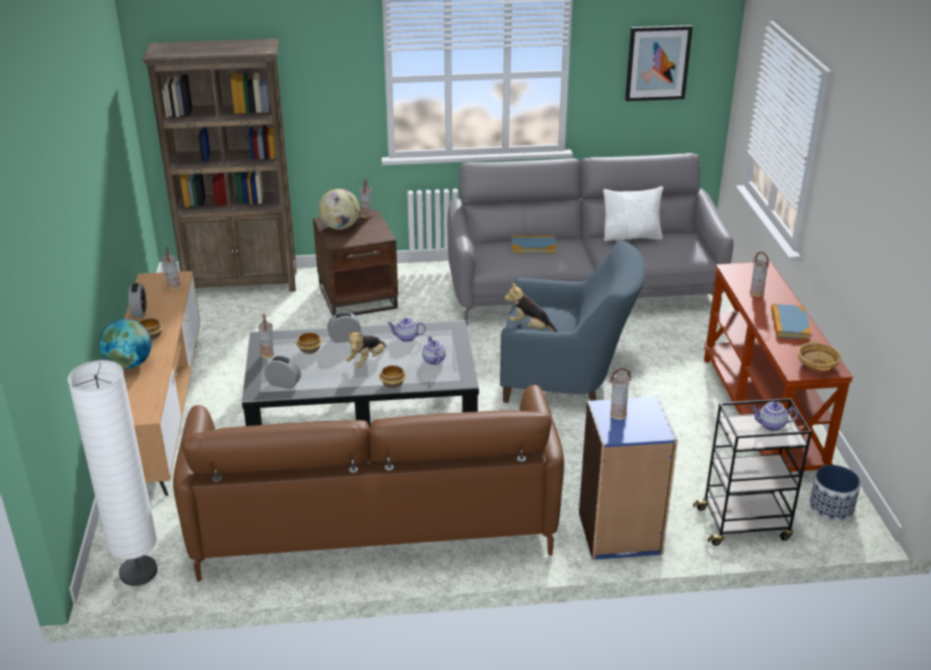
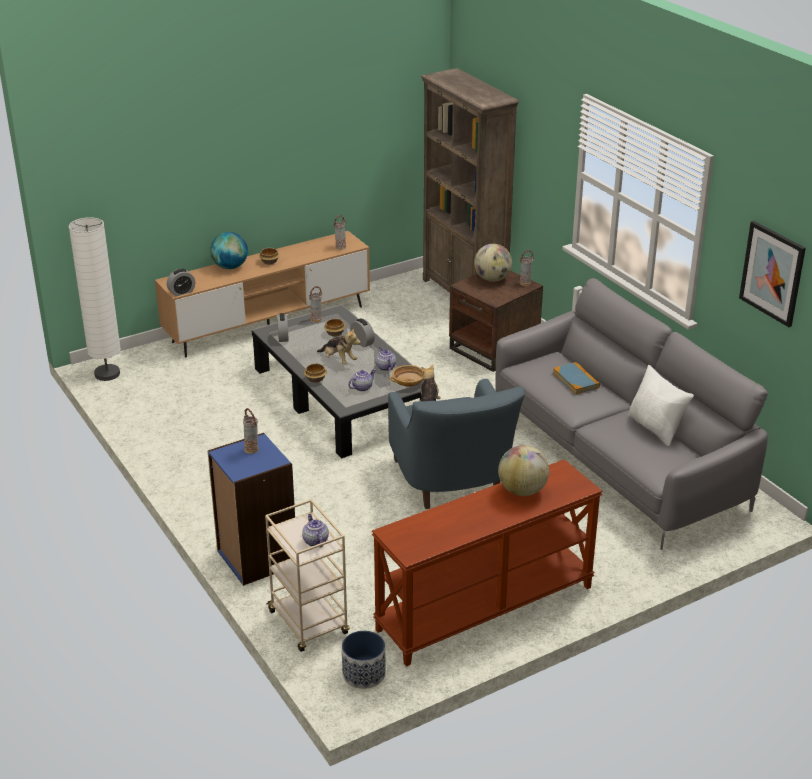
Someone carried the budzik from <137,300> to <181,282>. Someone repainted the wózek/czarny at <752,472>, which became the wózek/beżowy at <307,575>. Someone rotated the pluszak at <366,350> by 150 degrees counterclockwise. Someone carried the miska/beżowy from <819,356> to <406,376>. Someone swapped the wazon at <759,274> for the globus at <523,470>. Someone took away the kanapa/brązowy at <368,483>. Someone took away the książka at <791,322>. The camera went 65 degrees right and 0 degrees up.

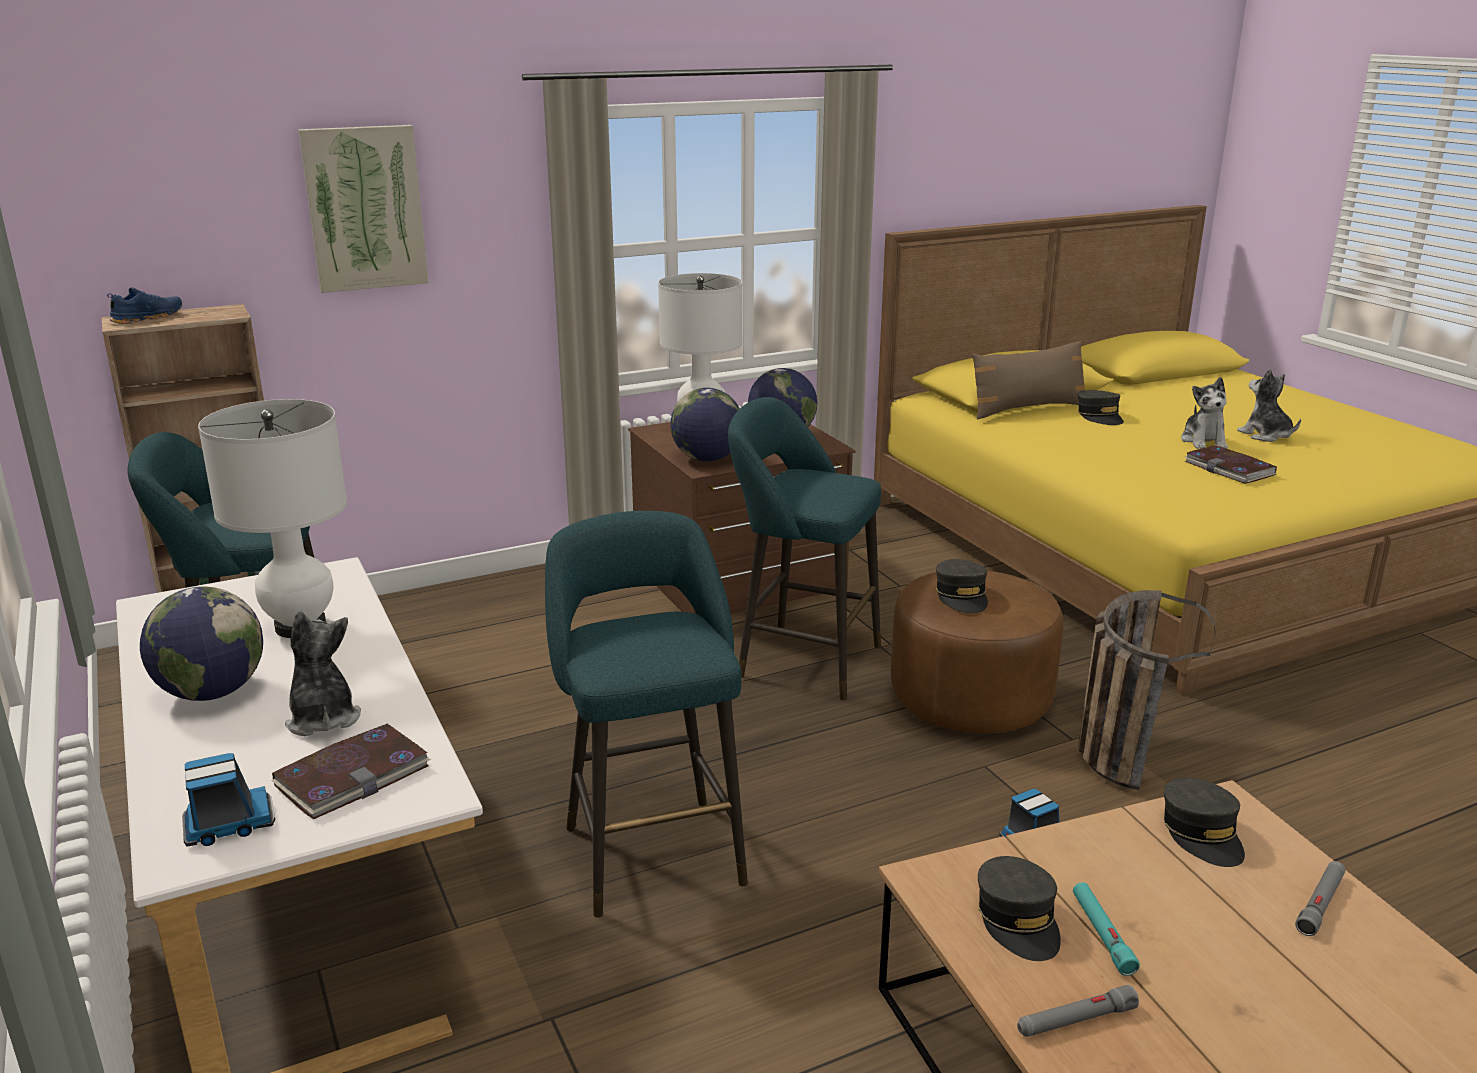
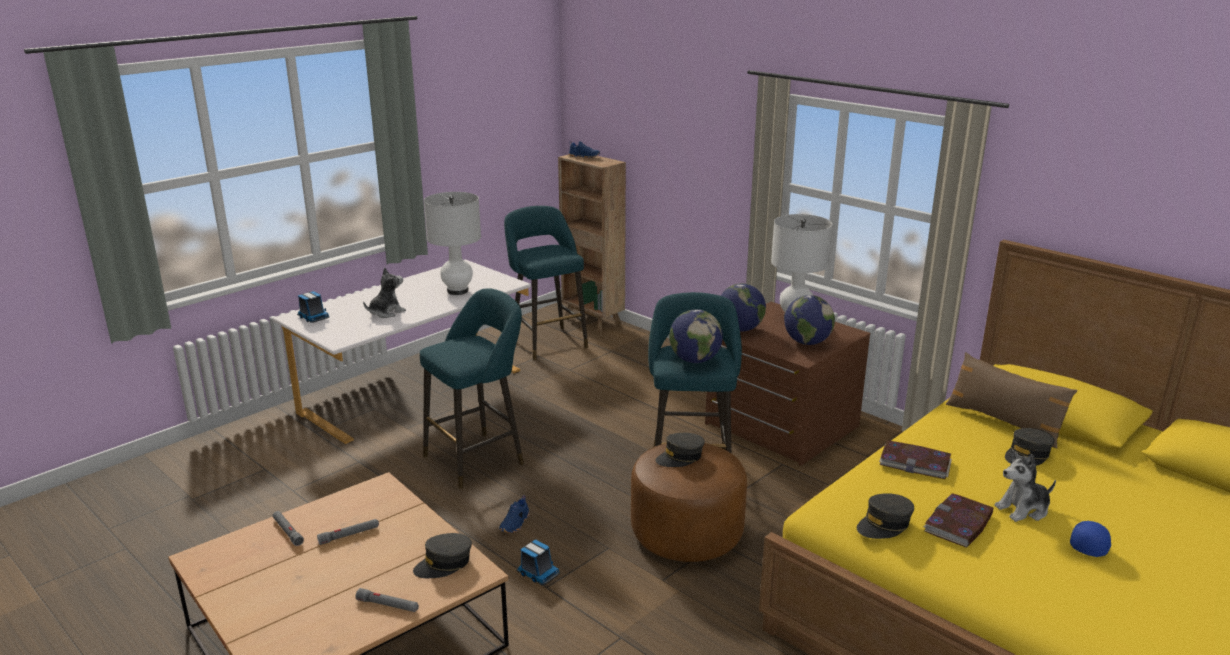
Someone repainted the latarka/turkusowy at <1106,929>, which became the latarka/szary at <348,532>. Someone put down the but/niebieski at <514,514>. Someone carried the globus from <201,643> to <696,336>. Someone carried the czapka z daszkiem/szary from <1019,908> to <885,516>. Someone carried the książka from <351,771> to <915,459>. Someone swapped the pluszak at <1269,405> for the czapka z daszkiem/niebieski at <1090,539>. Someone took away the obraz at <363,209>. Someone took away the koszyk at <1147,690>. The camera went 70 degrees right and 0 degrees up.

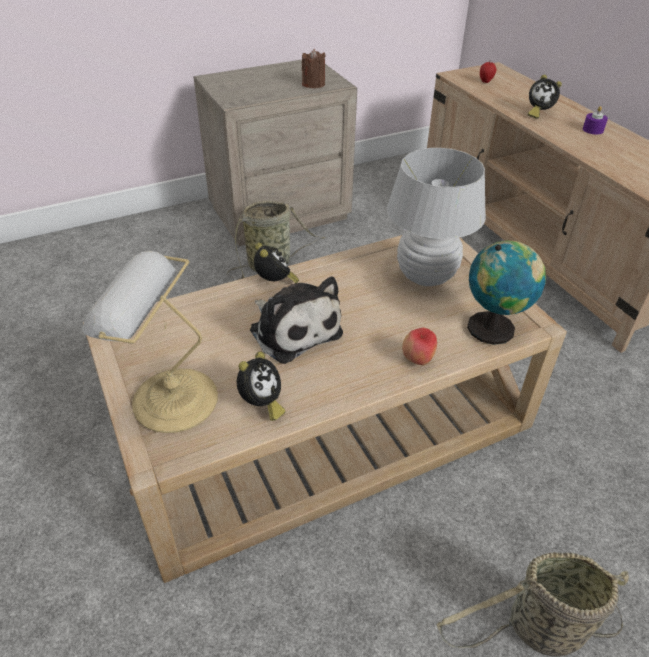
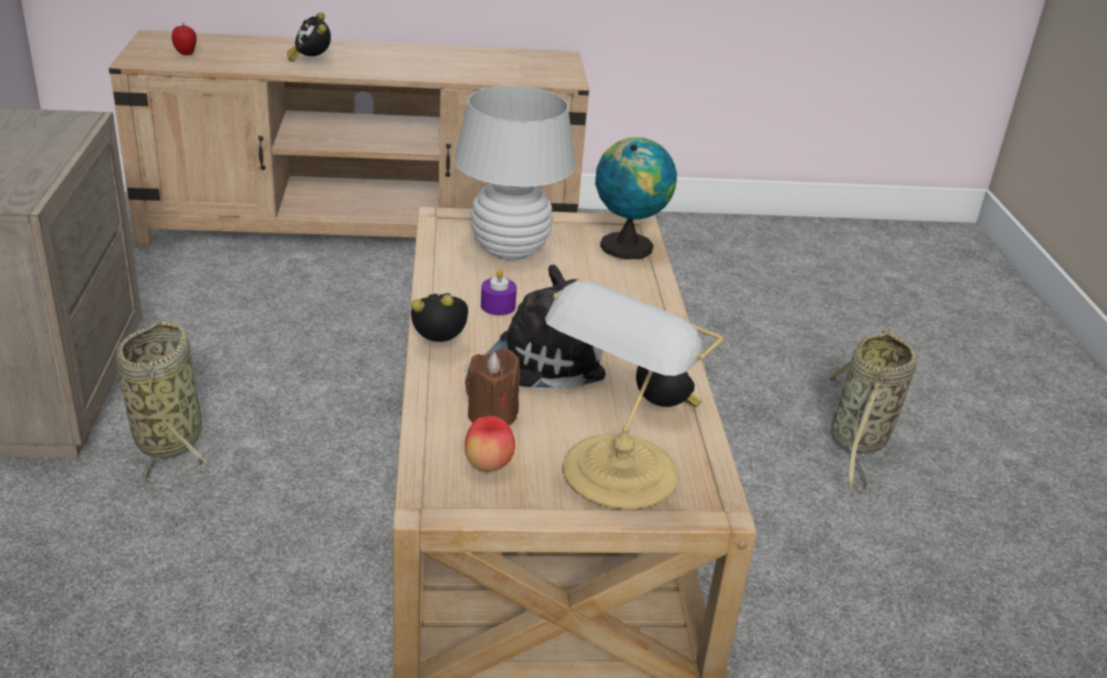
Someone rotated the budzik at <545,97> by 120 degrees clockwise. Someone carried the świeca/brązowy from <314,68> to <492,387>. Someone carried the jabłko from <419,346> to <490,444>. Someone carried the świeca/fioletowy from <595,120> to <499,292>. The camera went 70 degrees left and 10 degrees down.

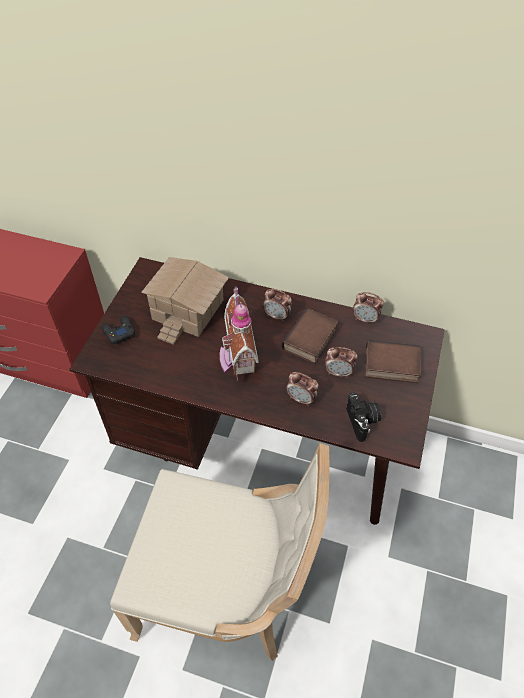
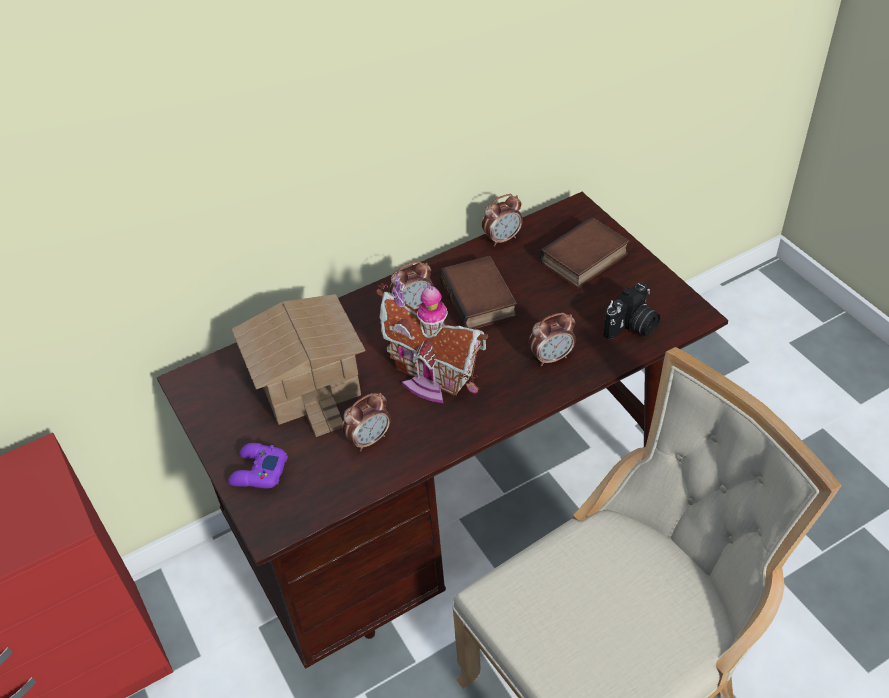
Someone repainted the pad do gier/czarny at <118,330>, which became the pad do gier/fioletowy at <258,465>. Someone carried the budzik from <341,362> to <366,422>. Someone rotated the aparat fotograficzny at <363,417> by 105 degrees clockwise. The camera went 45 degrees left and 5 degrees down.

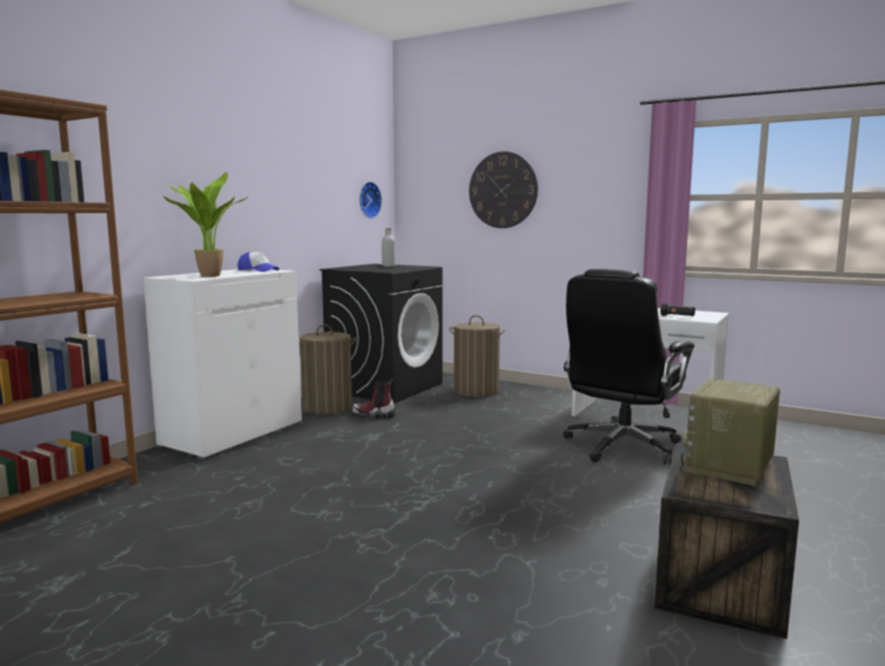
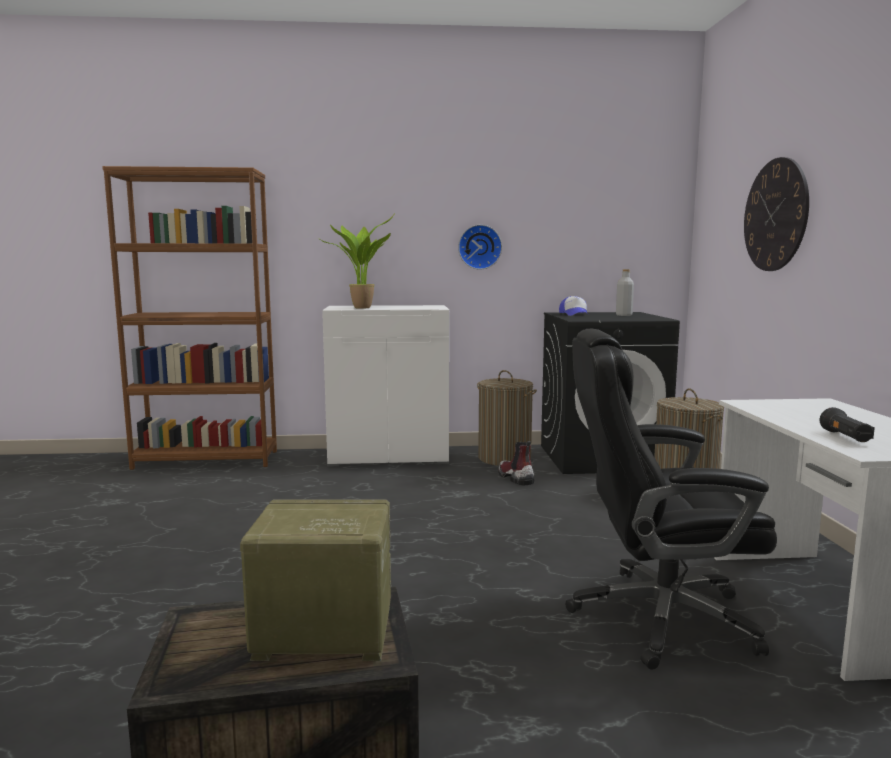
Someone carried the zegar ścienny from <370,200> to <480,247>. Someone carried the czapka z daszkiem from <258,262> to <574,306>. The camera went 55 degrees right and 0 degrees up.

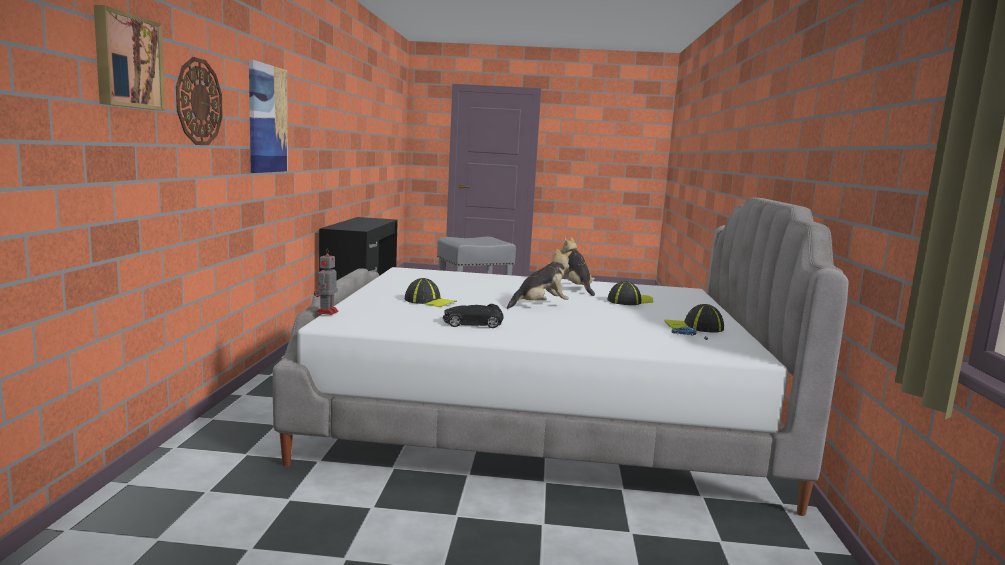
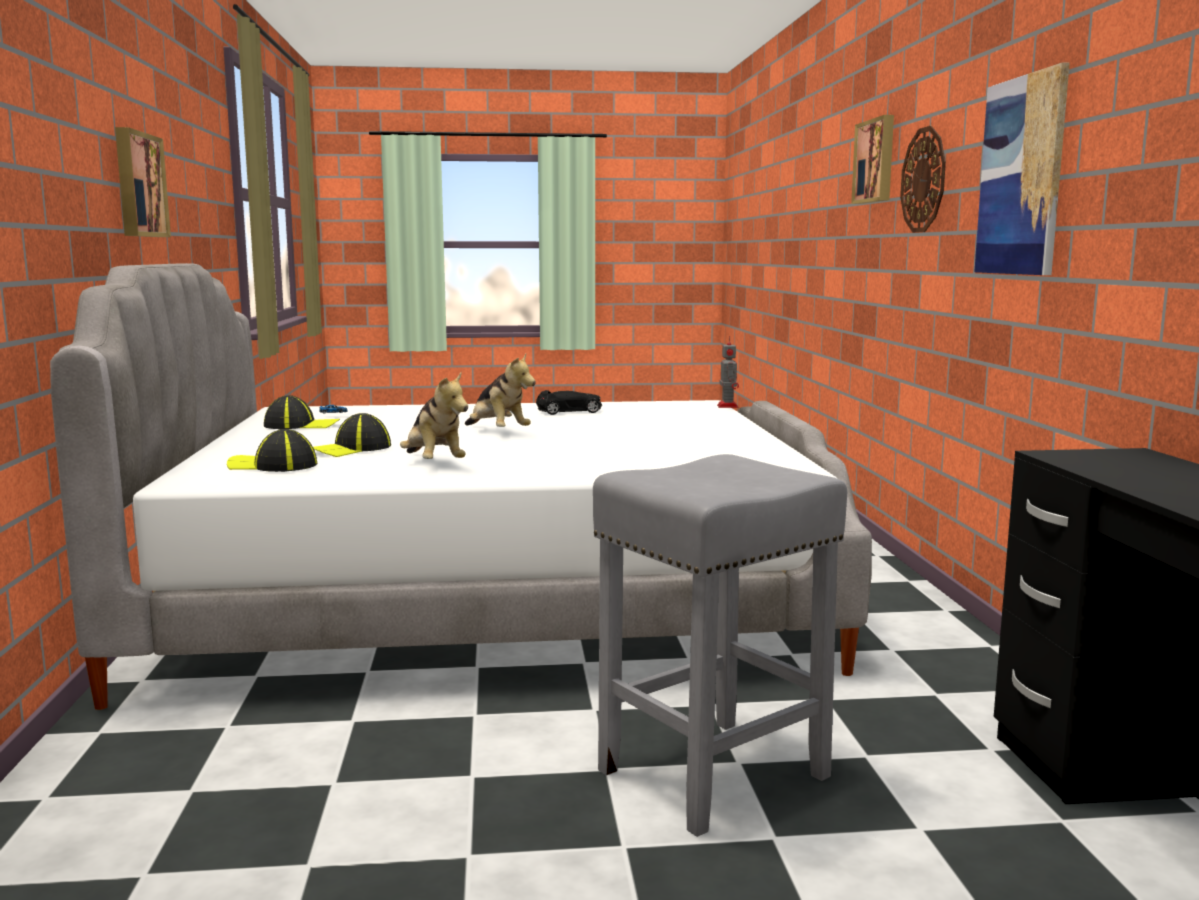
Someone put up the obraz at <143,182>. Someone carried the czapka z daszkiem from <431,292> to <272,450>. Someone rotated the pluszak at <539,278> by 90 degrees counterclockwise. The camera went 170 degrees right and 0 degrees up.

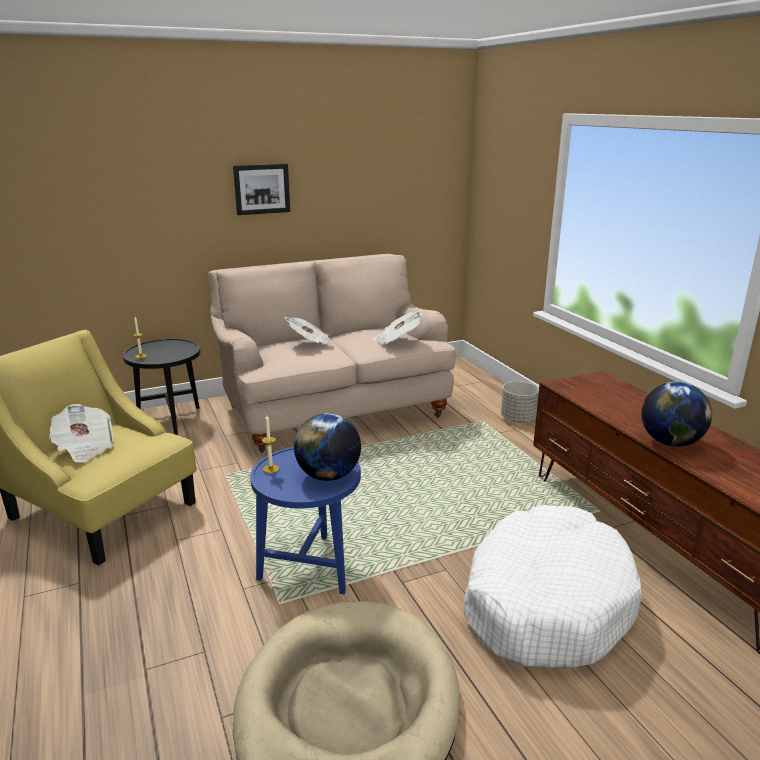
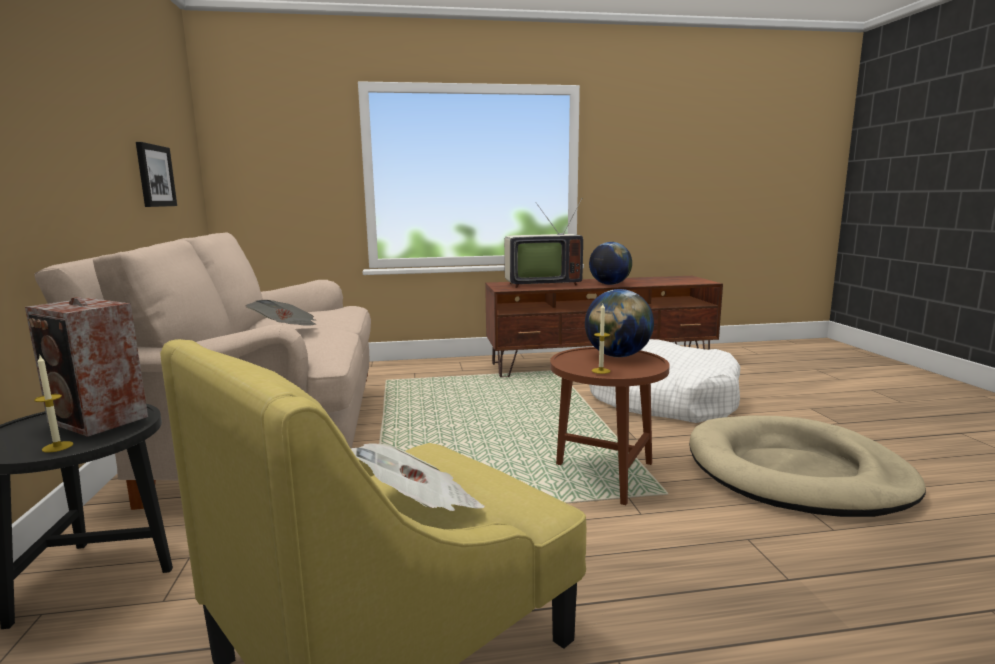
Someone put down the głośnik at <86,367>. Someone carried the obraz from <261,189> to <156,174>. Someone put down the telewizor at <543,243>. Someone repainted the stolik/niebieski at <305,520>, which became the stolik/brązowy at <610,426>. Someone took away the gazeta at <398,328>. Someone took away the donica/szary at <520,401>. The camera went 75 degrees left and 10 degrees down.

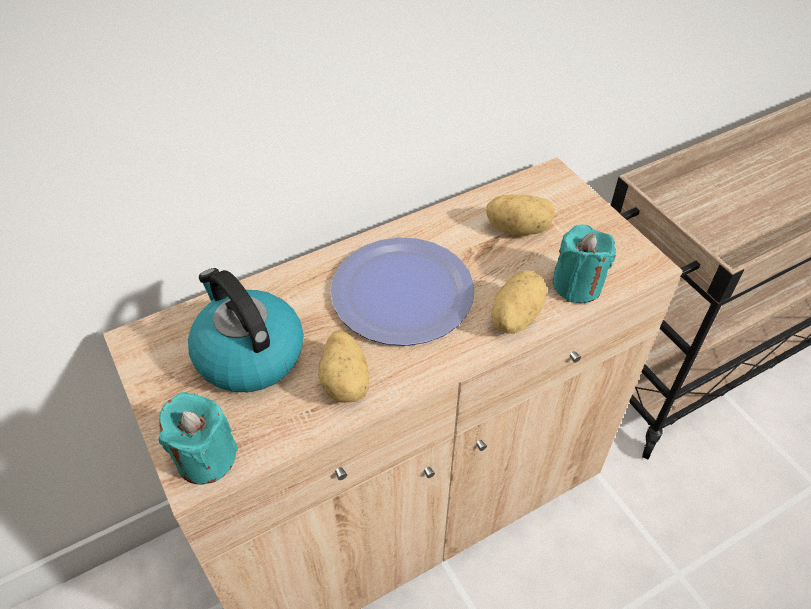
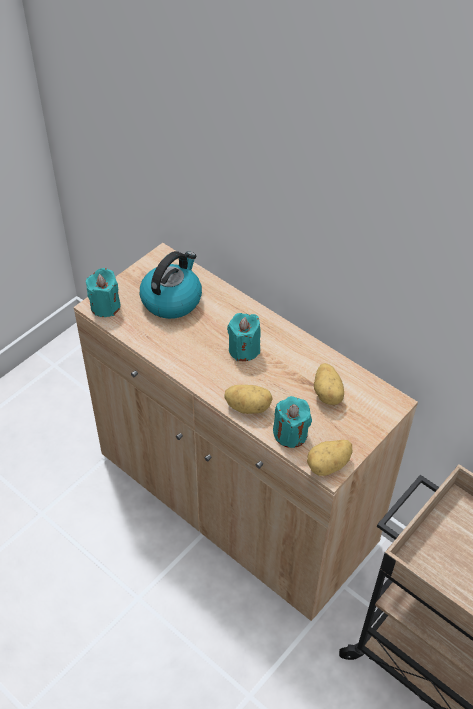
Someone swapped the talerz at <402,291> for the świeca/turkusowy at <244,337>. Someone carried the ziemniak from <343,366> to <330,458>. The camera went 70 degrees right and 0 degrees up.

